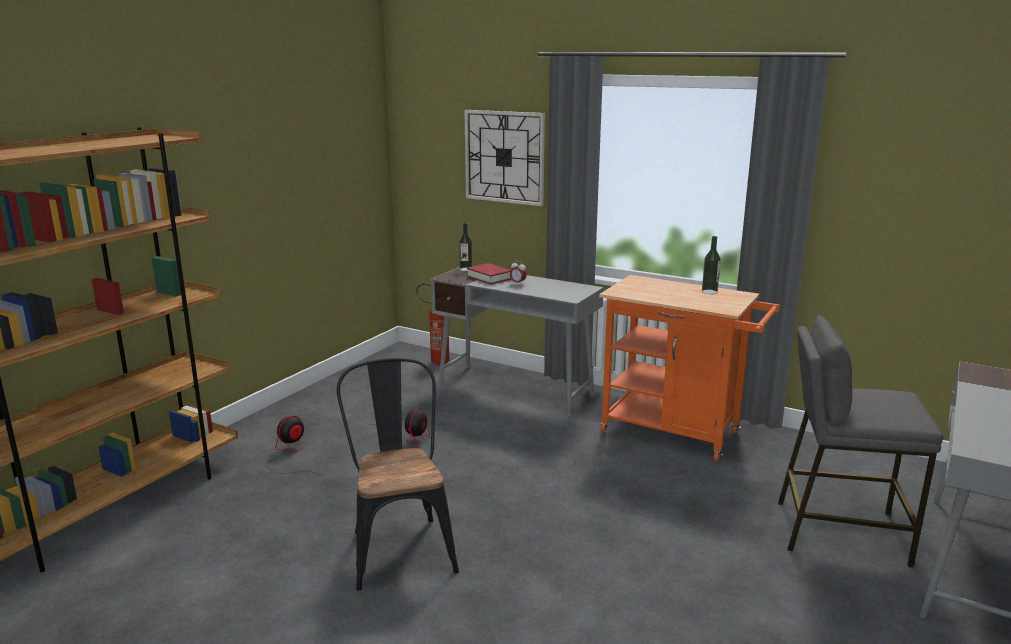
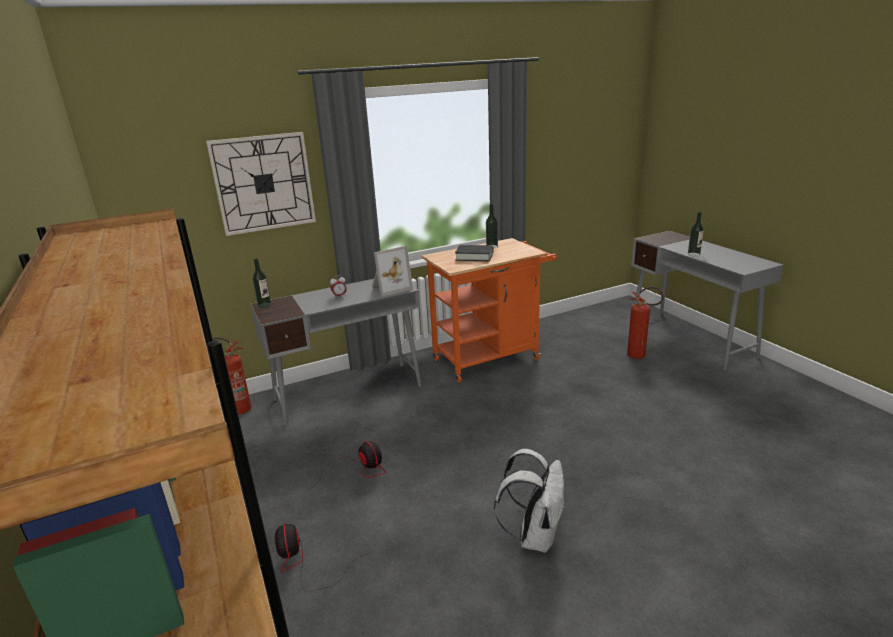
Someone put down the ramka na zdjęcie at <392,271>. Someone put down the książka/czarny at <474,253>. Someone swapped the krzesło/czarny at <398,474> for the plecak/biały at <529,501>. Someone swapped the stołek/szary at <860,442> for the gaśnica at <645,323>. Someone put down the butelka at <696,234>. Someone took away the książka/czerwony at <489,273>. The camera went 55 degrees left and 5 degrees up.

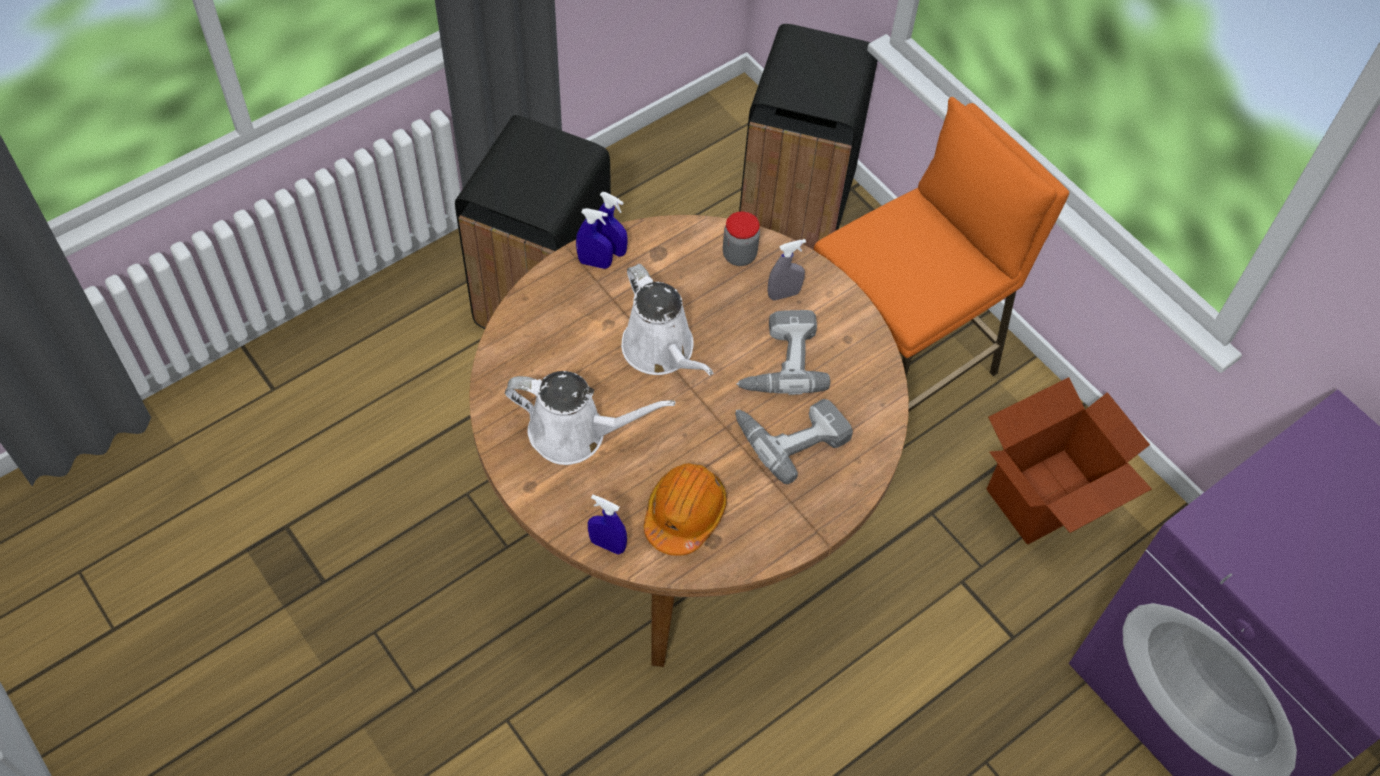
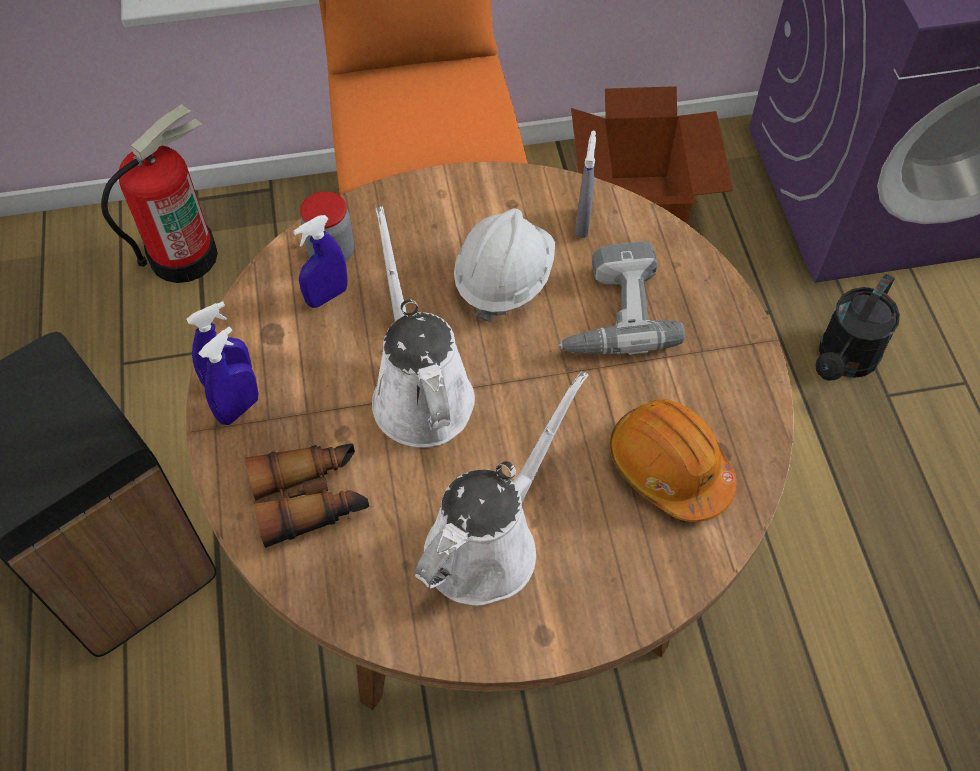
Someone swapped the kosz na śmieci/czarny at <808,137> for the gaśnica at <159,193>. Someone put down the lornetka at <307,495>. Someone carried the spryskiwacz/niebieski from <607,525> to <320,261>. Someone rotated the konewka/biały at <667,320> by 105 degrees counterclockwise. Someone swapped the wiertarka at <783,352> for the kask/biały at <504,265>. Someone carried the spryskiwacz/szary from <787,270> to <585,184>. Someone put down the konewka/czarny at <858,327>. The camera went 60 degrees left and 0 degrees up.

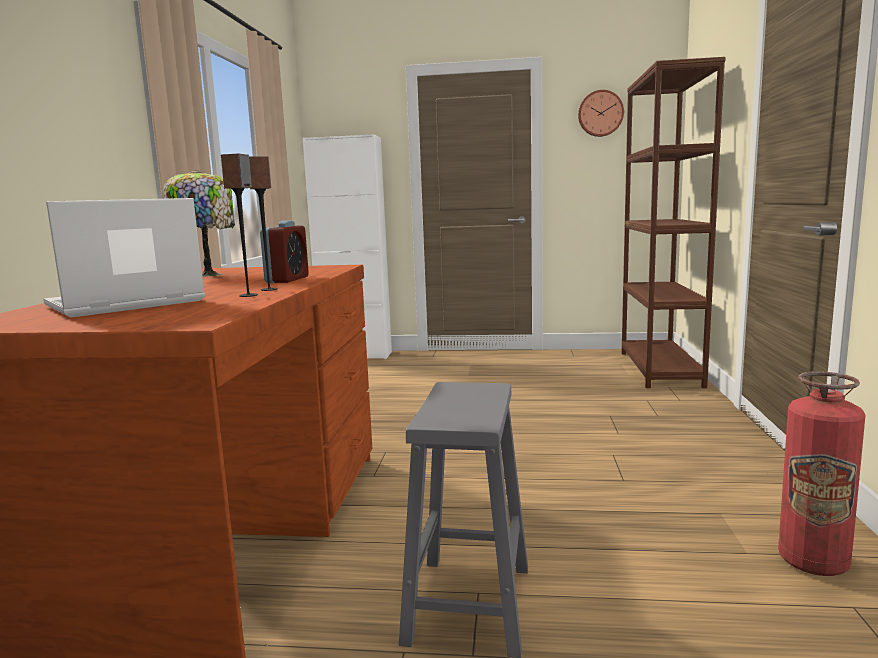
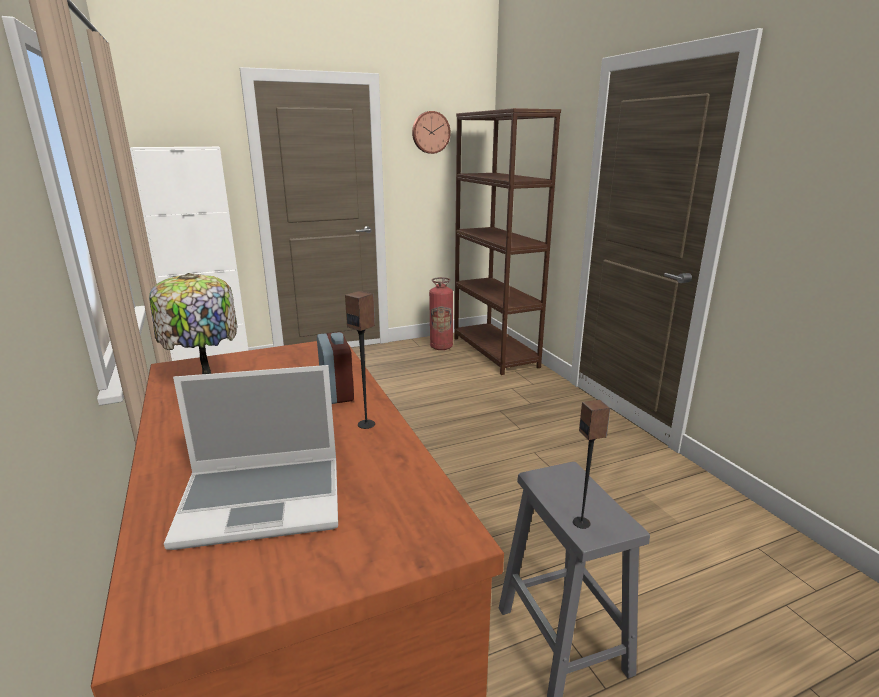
Someone rotated the laptop at <124,258> by 120 degrees counterclockwise. Someone carried the gaśnica from <821,473> to <441,313>. Someone carried the głośnik from <239,225> to <591,464>. The camera went 30 degrees left and 10 degrees up.

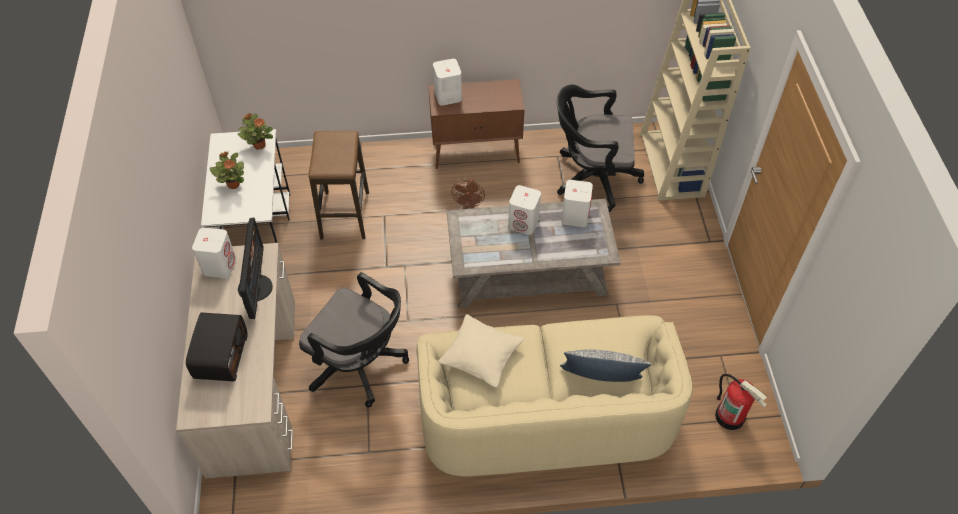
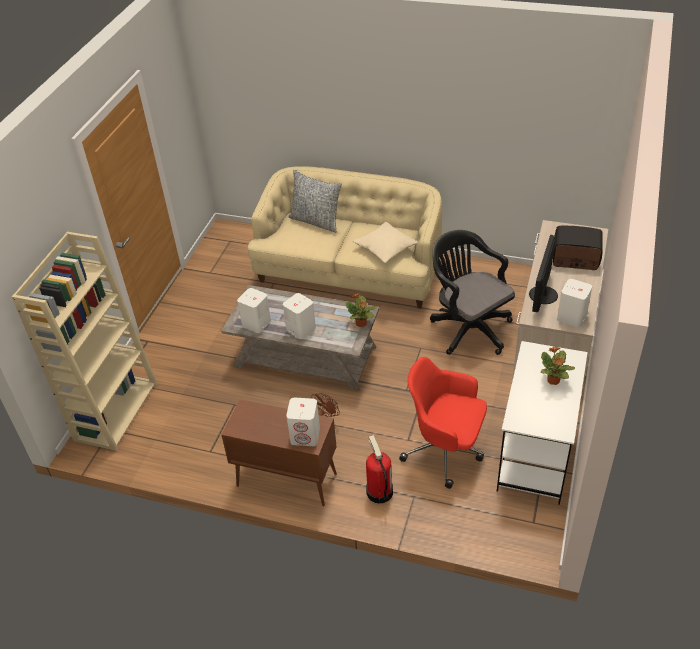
Someone carried the roślina doniczkowa from <255,131> to <361,310>. Someone carried the gaśnica from <741,402> to <379,469>. Someone swapped the stołek at <338,185> for the krzesło biurowe/czerwony at <443,423>. Someone rotated the radio at <217,346> by 75 degrees clockwise. Someone took away the krzesło biurowe/czarny at <600,148>. The camera went 155 degrees left and 10 degrees down.

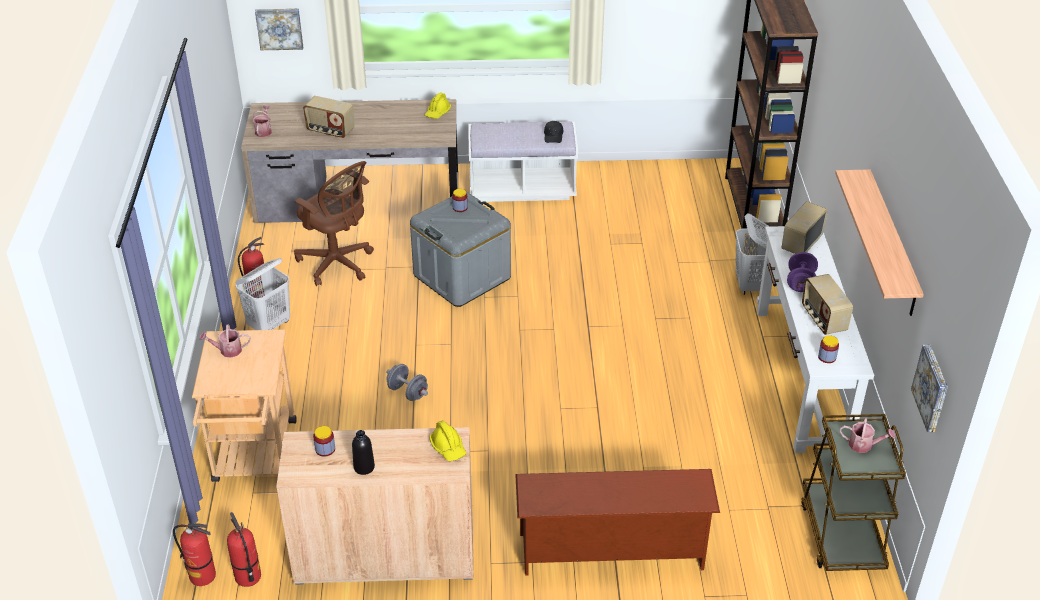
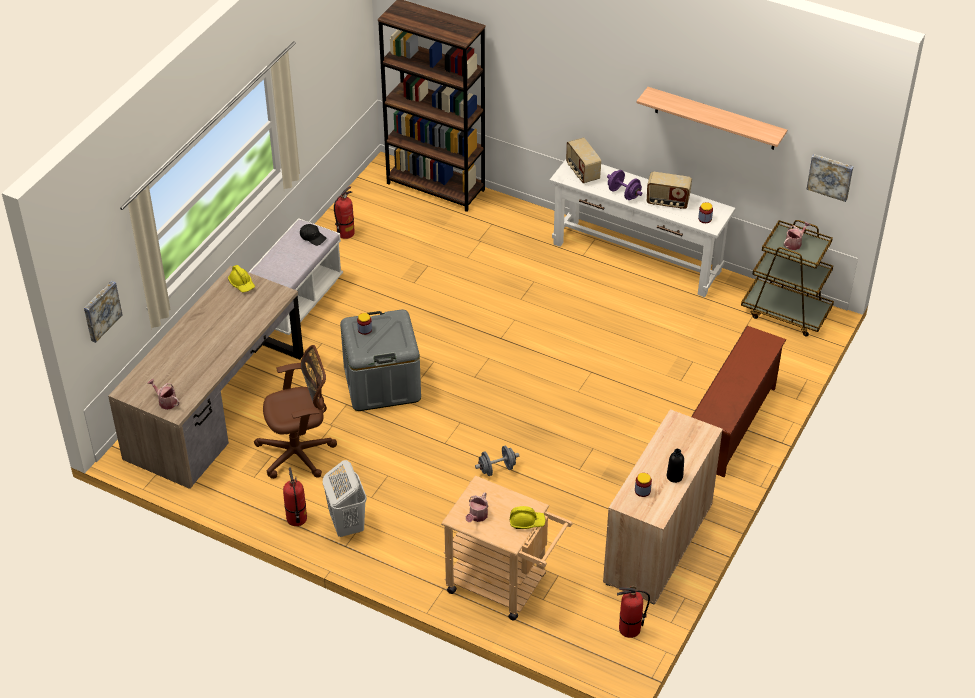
Someone carried the gaśnica from <194,554> to <344,212>. Someone carried the kask/żółty from <447,440> to <528,517>. Someone took away the radio at <329,117>. Someone took away the kosz na pranie/biały at <752,254>. The camera went 60 degrees left and 5 degrees up.

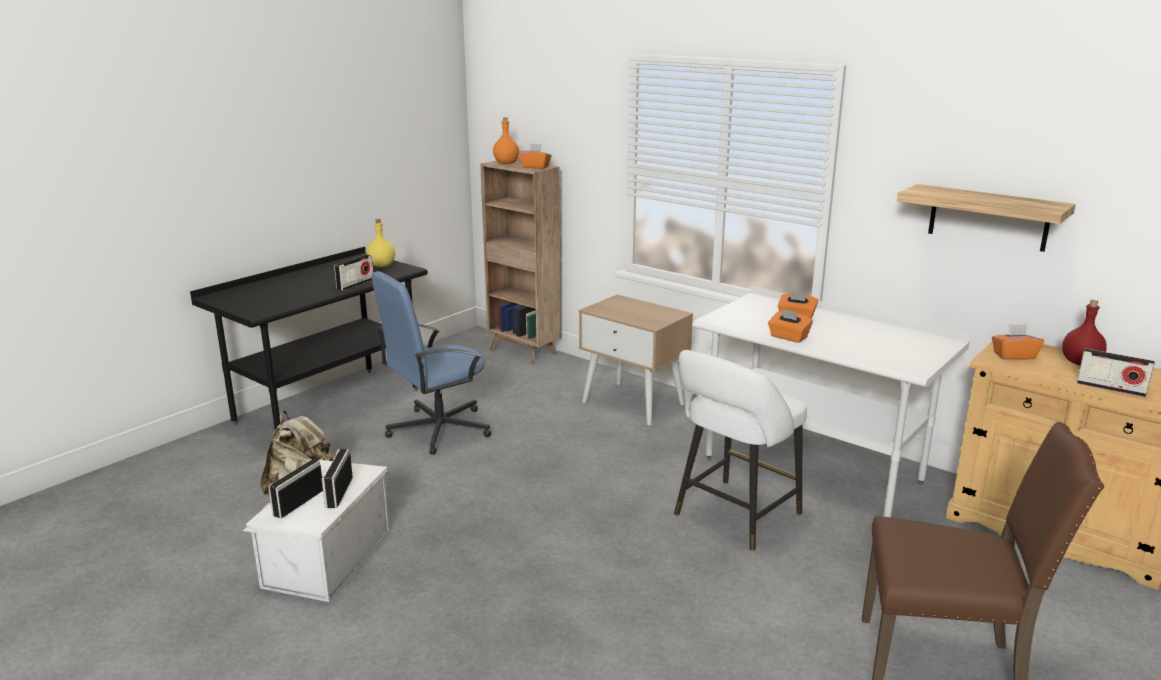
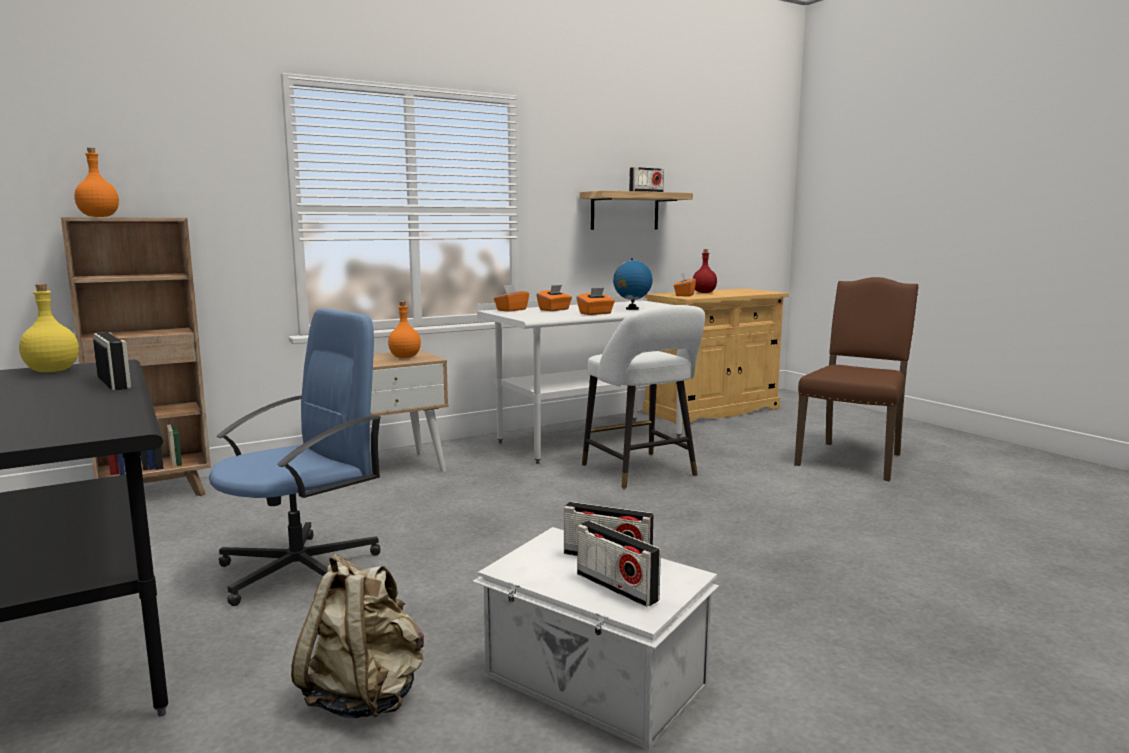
Someone rotated the krzesło biurowe/niebieski at <431,363> by 120 degrees counterclockwise. Someone put down the butelka/pomarańczowy at <404,329>. Someone carried the pudełko chusteczek/pomarańczowy from <535,156> to <511,298>. Someone put down the globus at <632,284>. Someone carried the radio from <1116,372> to <646,179>. The camera went 70 degrees left and 10 degrees down.

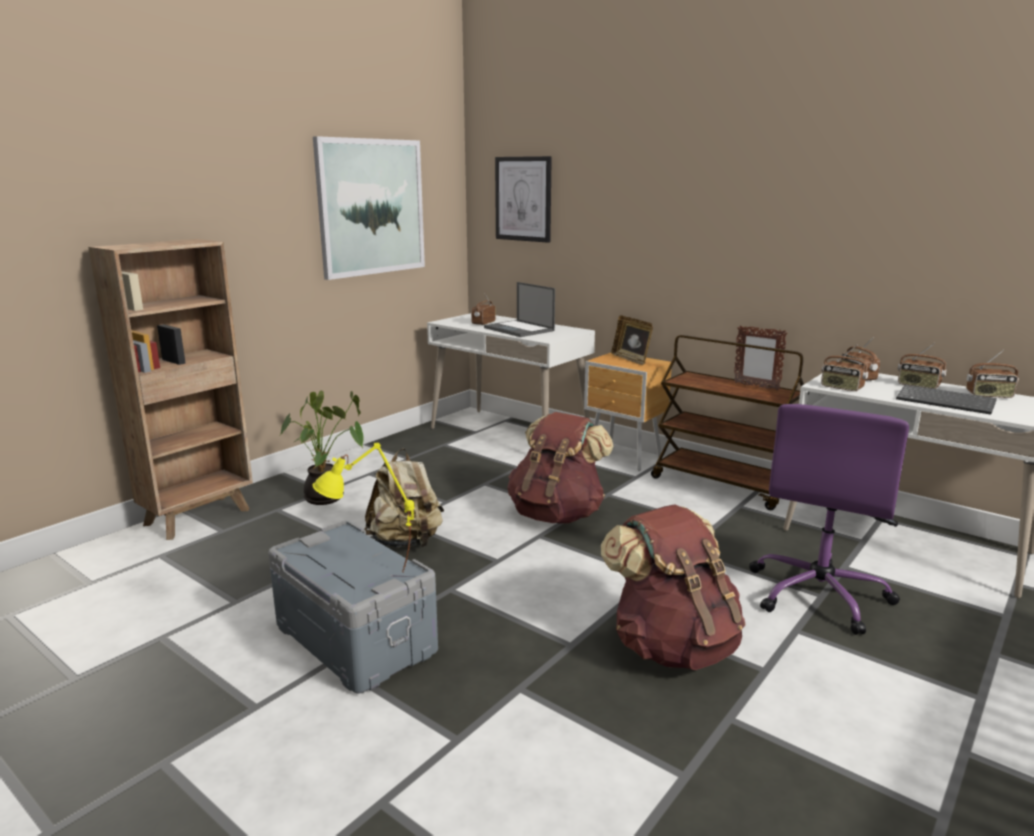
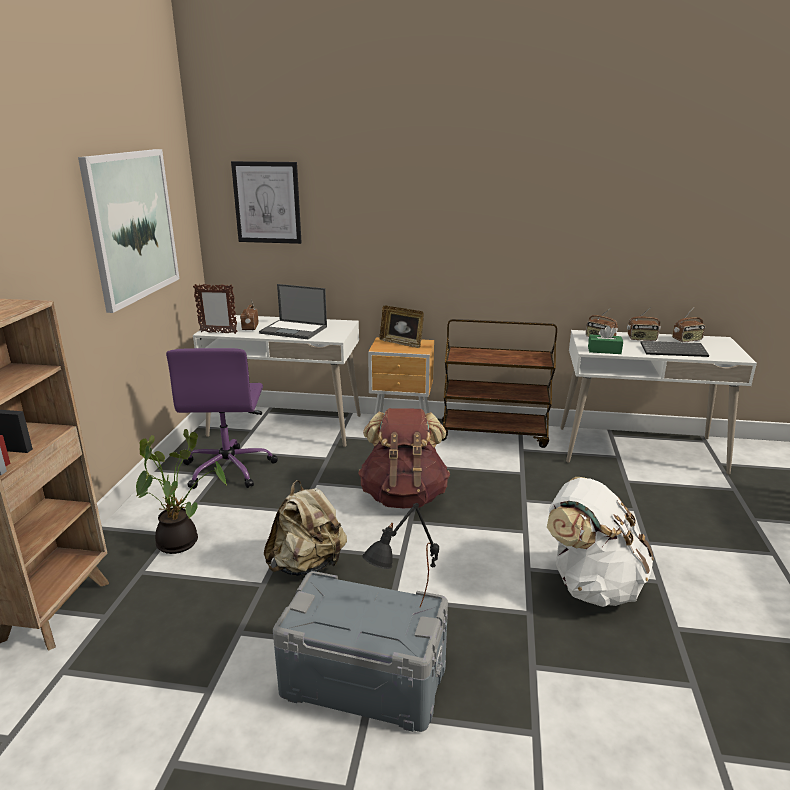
Someone carried the krzesło biurowe/fioletowy from <829,519> to <222,418>. Someone carried the ramka na zdjęcie from <760,358> to <215,309>. Someone repainted the lampa stołowa/żółty at <363,508>, which became the lampa stołowa/czarny at <401,555>. Someone repainted the plecak/brązowy at <673,587>, which became the plecak/biały at <600,542>. Someone swapped the radio at <844,368> for the pudełko chusteczek/zielony at <605,340>. The camera went 30 degrees left and 5 degrees up.

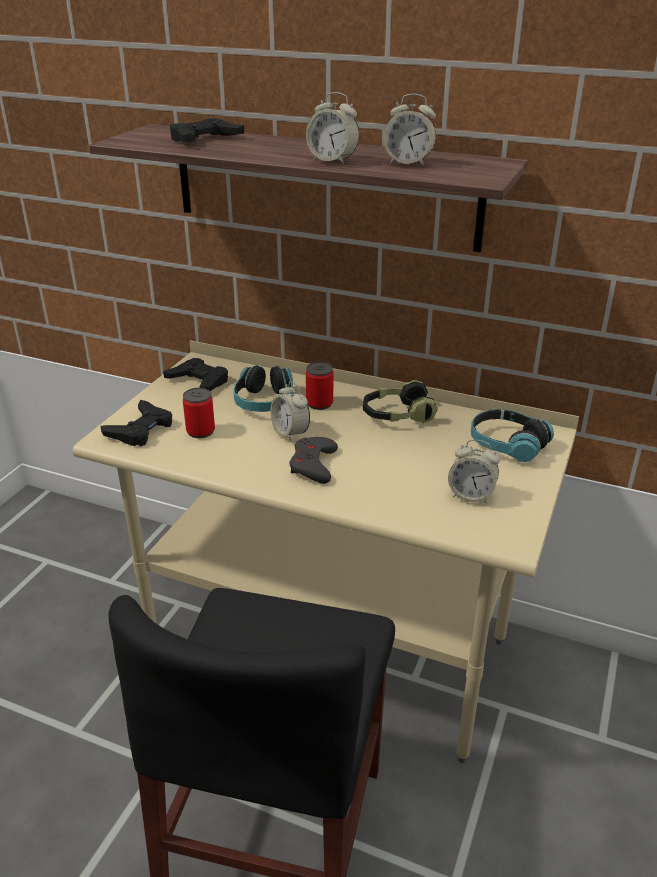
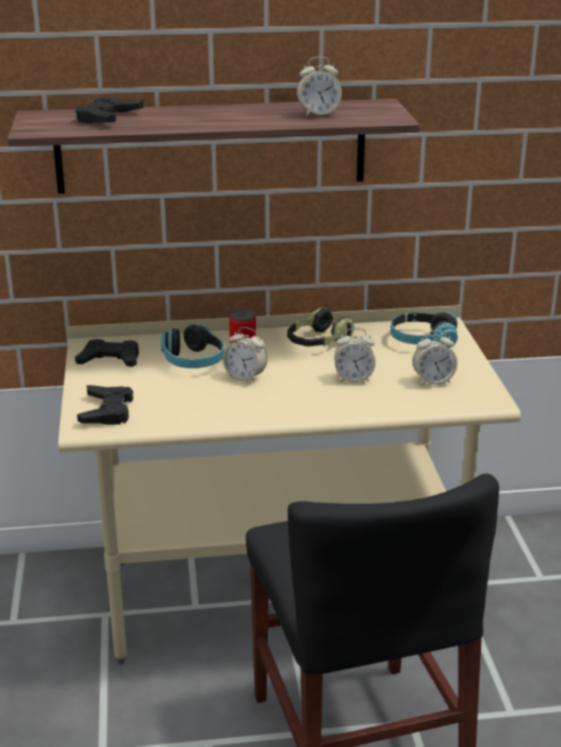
Someone carried the budzik from <332,128> to <355,355>. Someone took away the puszka at <199,413>. Someone took away the pad do gier/szary at <314,460>. The camera went 30 degrees left and 5 degrees down.

